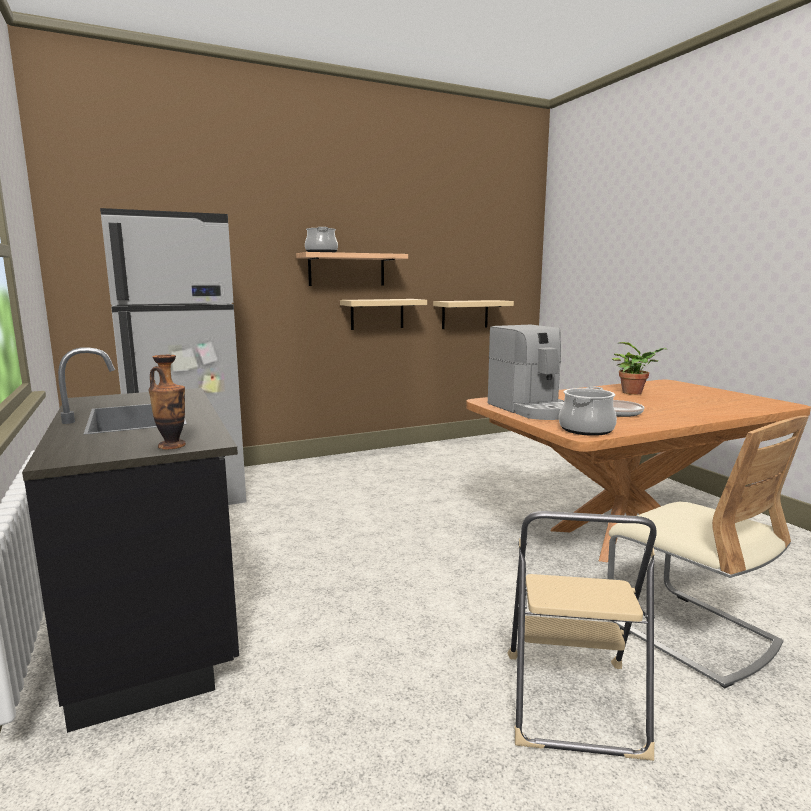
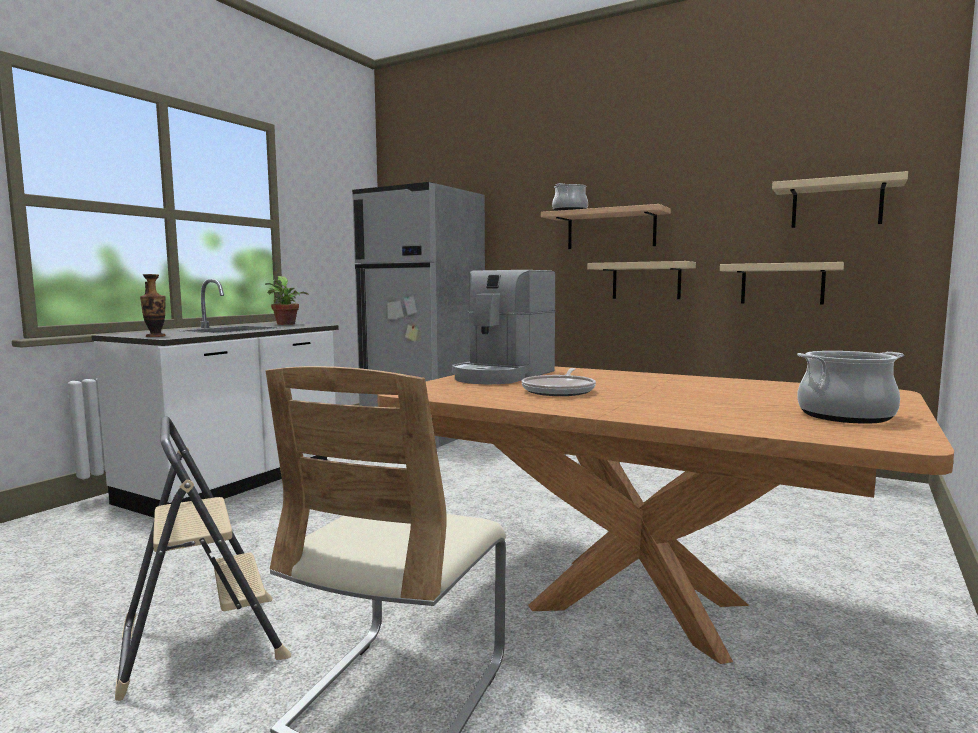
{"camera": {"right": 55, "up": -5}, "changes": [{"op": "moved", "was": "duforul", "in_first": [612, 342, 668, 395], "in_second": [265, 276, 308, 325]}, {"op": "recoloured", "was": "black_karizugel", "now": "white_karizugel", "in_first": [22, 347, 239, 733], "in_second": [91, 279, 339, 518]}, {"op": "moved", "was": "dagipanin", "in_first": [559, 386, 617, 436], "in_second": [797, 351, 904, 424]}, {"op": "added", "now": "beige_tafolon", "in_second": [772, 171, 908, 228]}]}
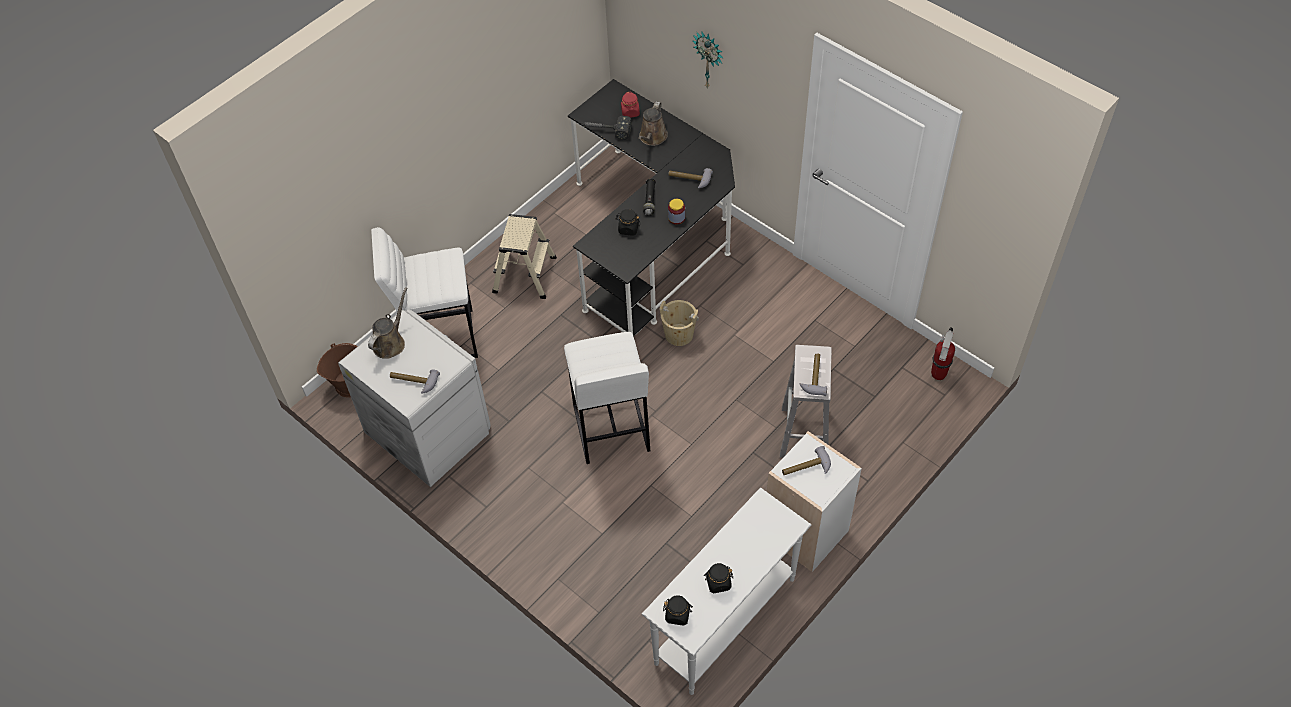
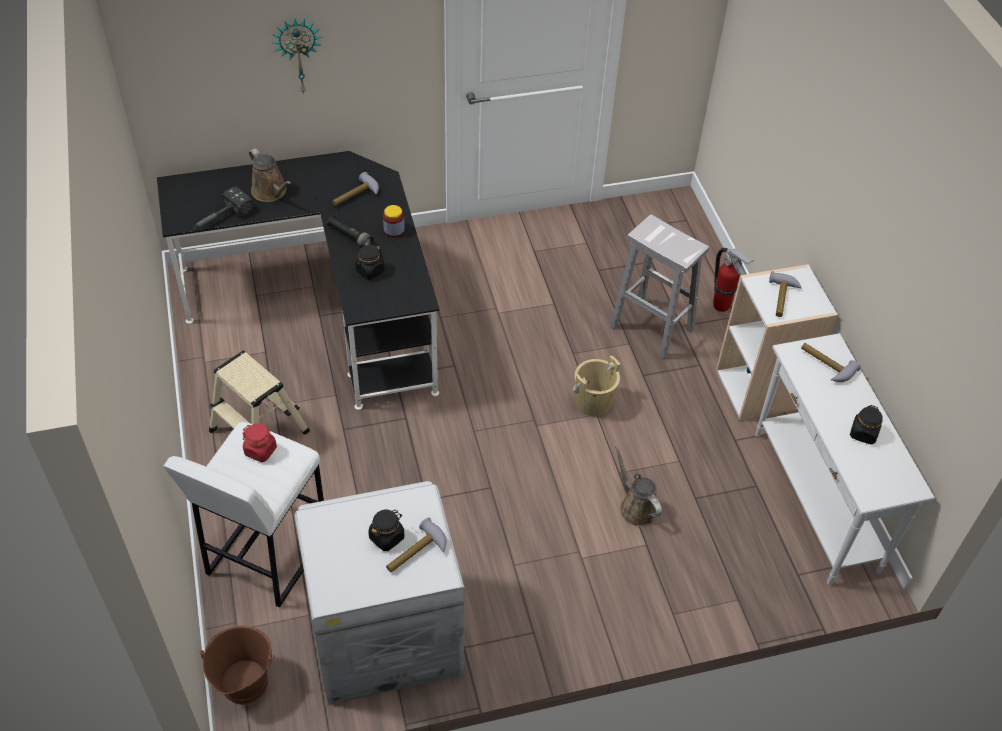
{"camera": {"right": -60, "up": -5}, "changes": [{"op": "moved", "was": "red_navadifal", "in_first": [621, 92, 640, 118], "in_second": [242, 424, 277, 462]}, {"op": "moved", "was": "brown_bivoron", "in_first": [368, 287, 407, 359], "in_second": [614, 442, 662, 527]}, {"op": "moved", "was": "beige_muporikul", "in_first": [660, 300, 699, 346], "in_second": [573, 355, 620, 416]}, {"op": "moved", "was": "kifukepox", "in_first": [931, 327, 955, 380], "in_second": [713, 248, 753, 312]}, {"op": "removed", "was": "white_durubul", "in_first": [564, 332, 650, 464]}, {"op": "moved", "was": "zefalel", "in_first": [799, 354, 827, 396], "in_second": [801, 343, 861, 382]}, {"op": "moved", "was": "black_navadifal", "in_first": [663, 595, 693, 626], "in_second": [368, 510, 404, 551]}]}
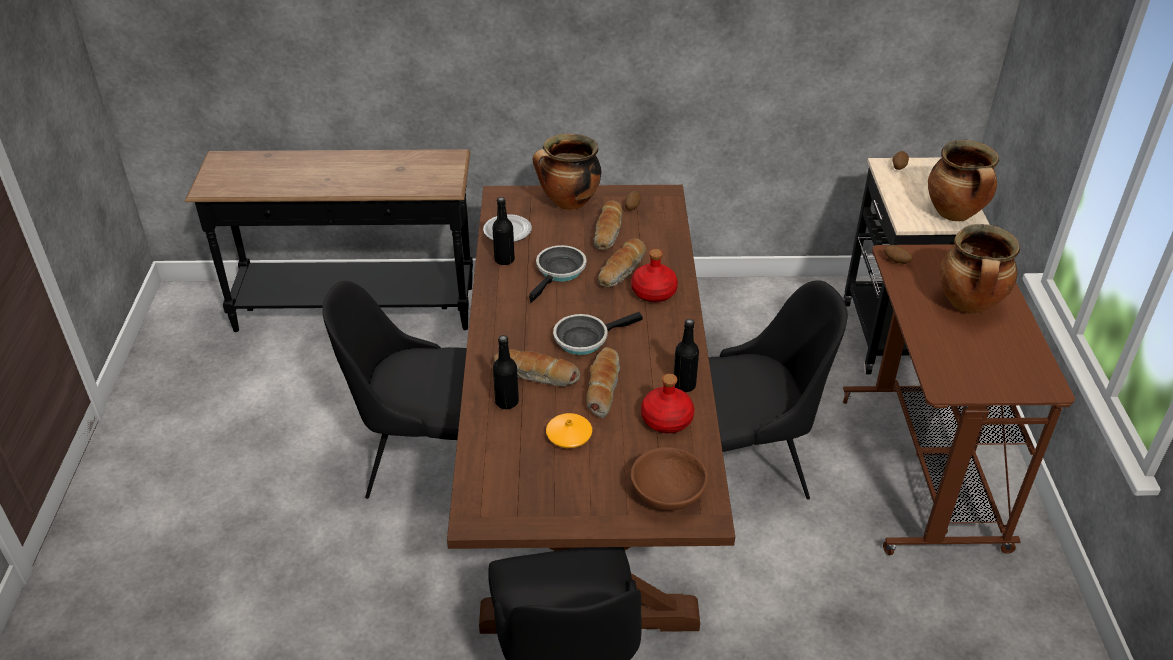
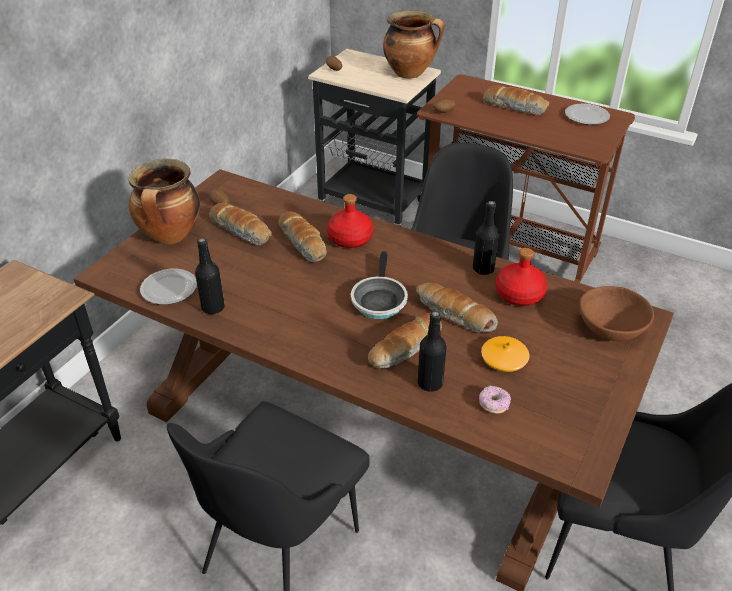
{"camera": {"right": -60, "up": 0}, "changes": [{"op": "replaced", "was": "dagipanin", "now": "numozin", "in_first": [940, 224, 1020, 314], "in_second": [483, 85, 549, 115]}, {"op": "removed", "was": "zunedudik", "in_first": [529, 245, 586, 303]}, {"op": "added", "now": "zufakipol", "in_second": [565, 103, 610, 125]}, {"op": "added", "now": "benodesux", "in_second": [479, 386, 511, 414]}]}
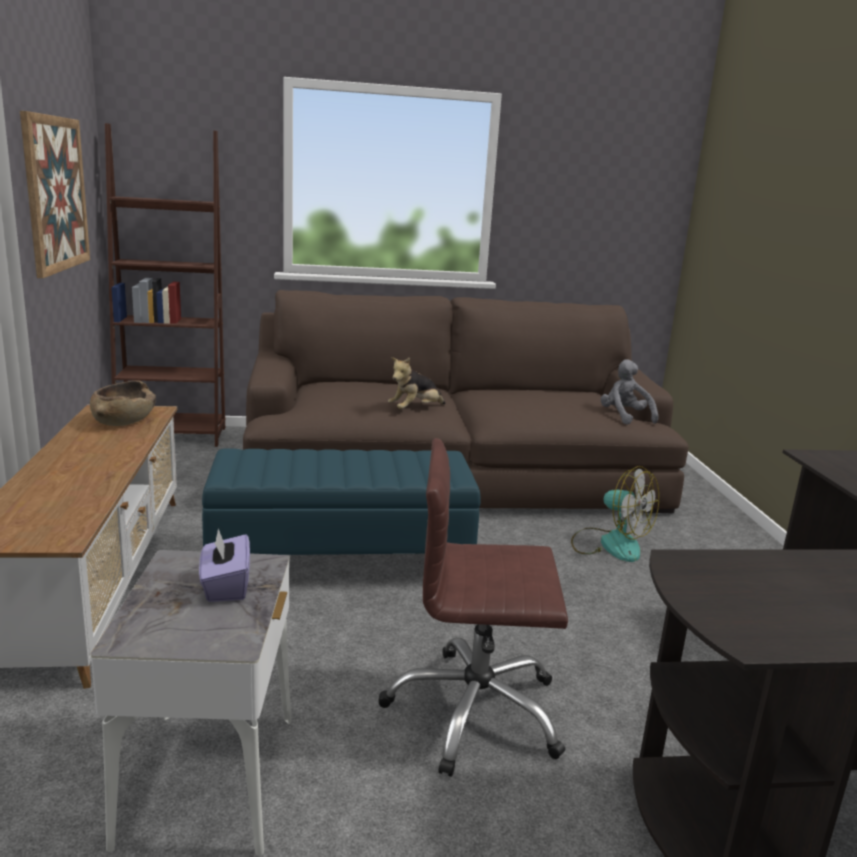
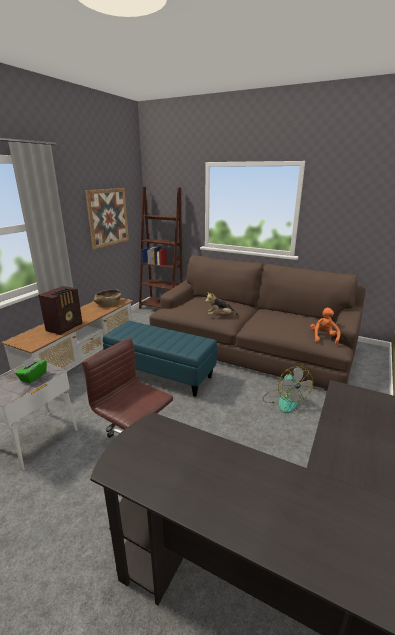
{"camera": {"right": 35, "up": 5}, "changes": [{"op": "recoloured", "was": "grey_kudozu", "now": "orange_kudozu", "in_first": [601, 359, 659, 425], "in_second": [310, 308, 340, 345]}, {"op": "recoloured", "was": "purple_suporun", "now": "green_suporun", "in_first": [199, 529, 250, 602], "in_second": [15, 357, 47, 383]}, {"op": "added", "now": "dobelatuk", "in_second": [39, 286, 82, 335]}]}
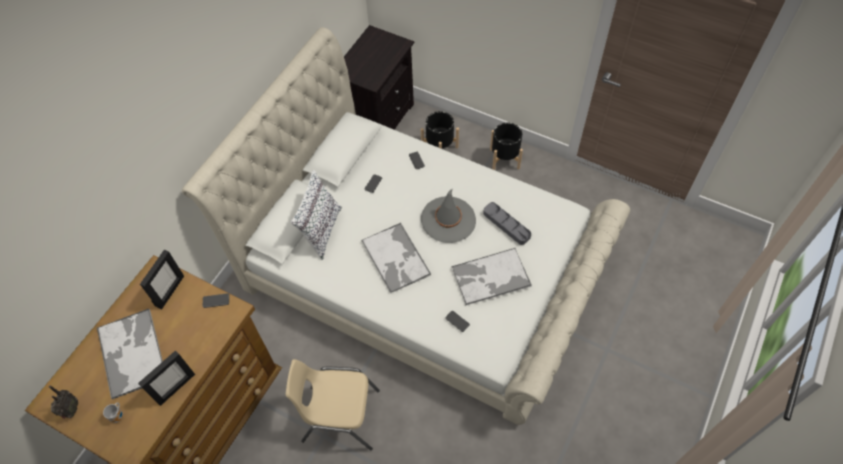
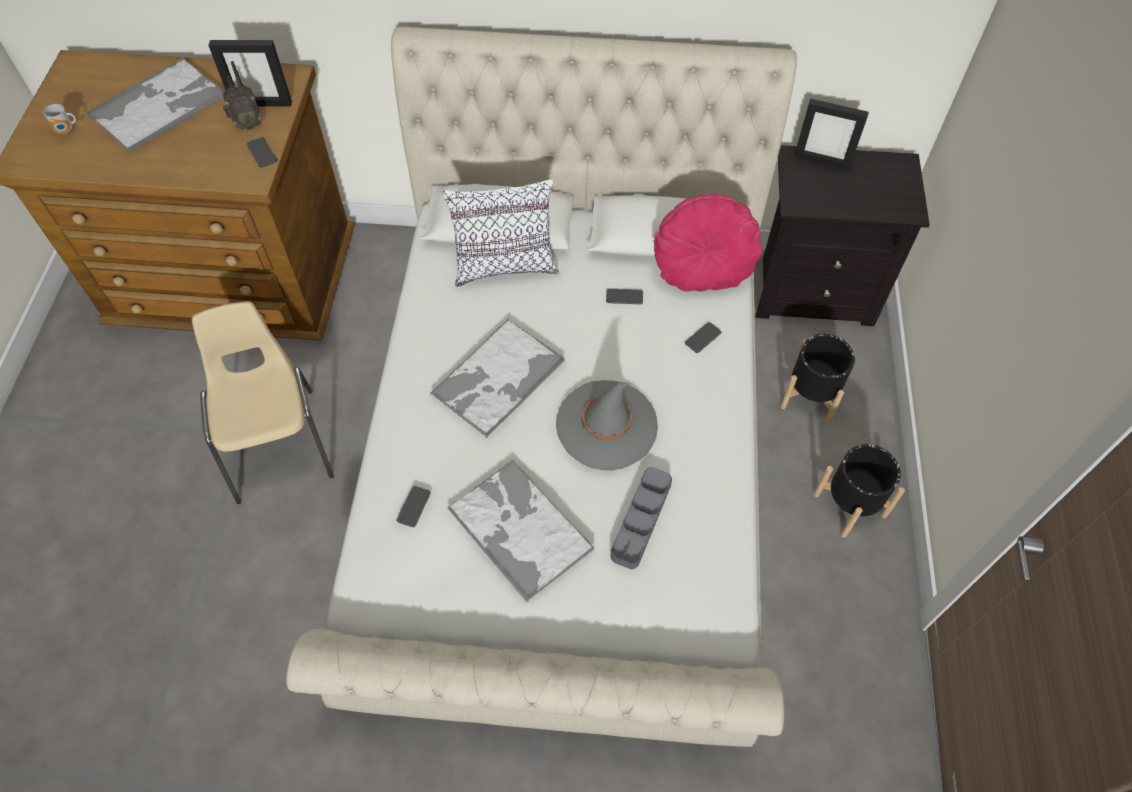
{"camera": {"right": 65, "up": 0}, "changes": [{"op": "moved", "was": "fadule", "in_first": [138, 350, 195, 406], "in_second": [794, 99, 869, 170]}, {"op": "moved", "was": "dobelatuk", "in_first": [49, 385, 78, 419], "in_second": [222, 61, 262, 130]}, {"op": "added", "now": "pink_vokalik", "in_second": [654, 194, 763, 292]}]}
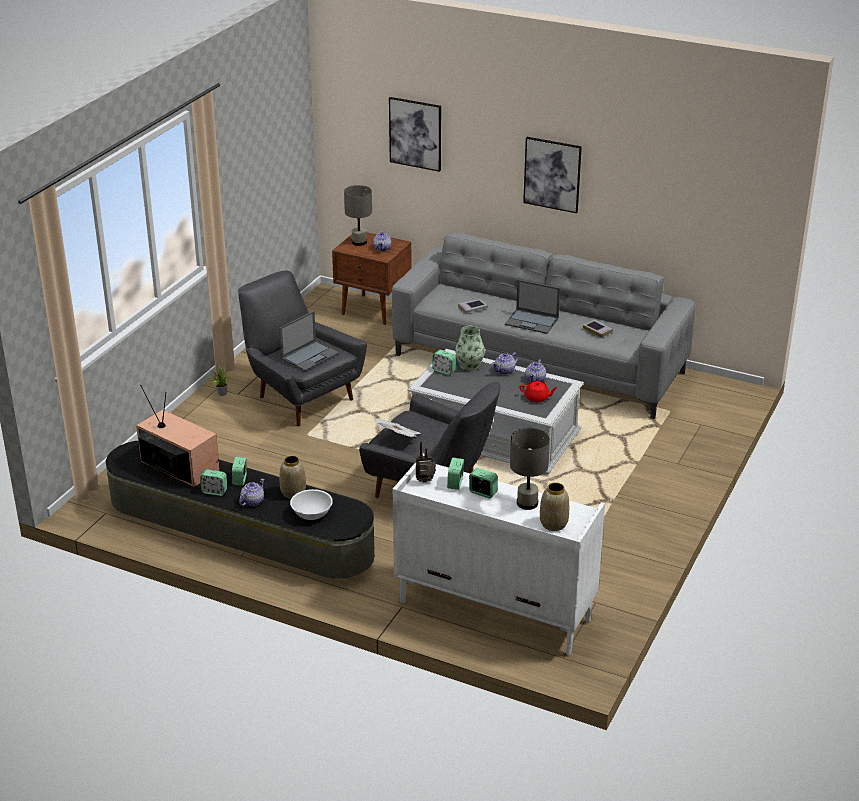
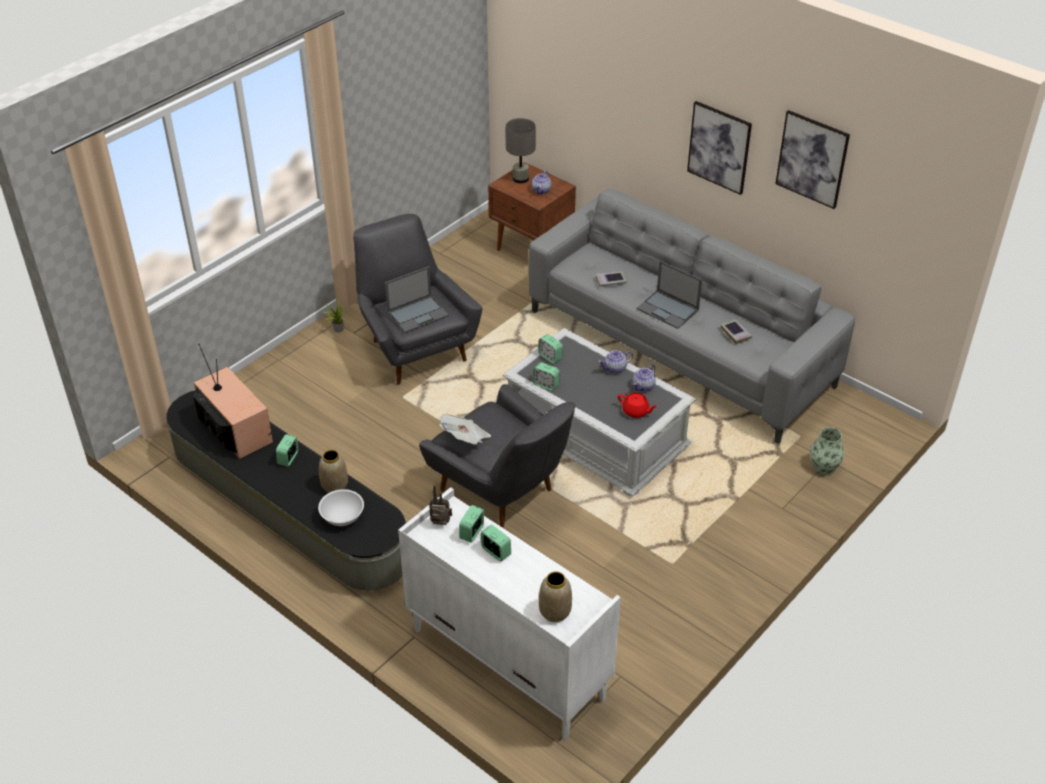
{"camera": {"right": 15, "up": 10}, "changes": [{"op": "moved", "was": "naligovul", "in_first": [389, 97, 441, 172], "in_second": [776, 110, 850, 209]}, {"op": "moved", "was": "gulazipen", "in_first": [455, 326, 485, 371], "in_second": [810, 427, 844, 475]}, {"op": "removed", "was": "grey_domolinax", "in_first": [510, 428, 550, 510]}, {"op": "moved", "was": "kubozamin", "in_first": [200, 470, 227, 496], "in_second": [533, 362, 560, 391]}, {"op": "removed", "was": "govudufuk", "in_first": [239, 479, 265, 506]}]}
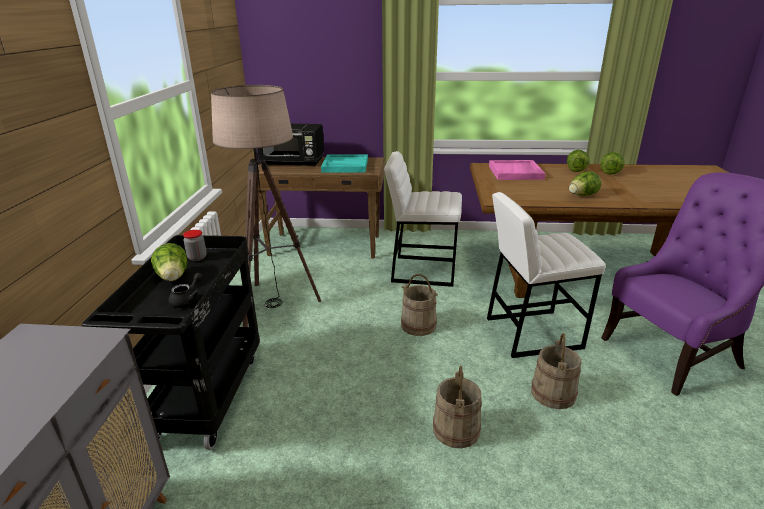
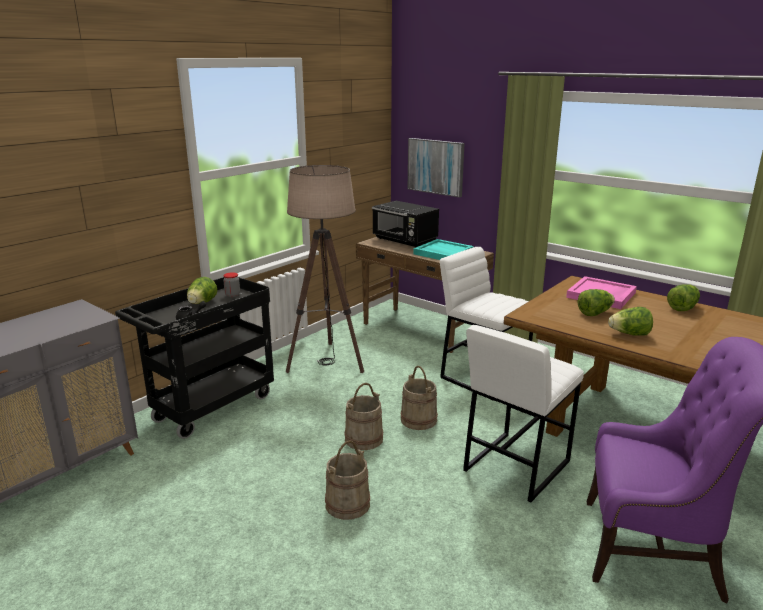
{"camera": {"right": 35, "up": -5}, "changes": [{"op": "moved", "was": "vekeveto", "in_first": [600, 152, 625, 175], "in_second": [578, 289, 615, 316]}, {"op": "turned", "was": "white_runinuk", "in_first": [487, 192, 605, 358], "in_second": [463, 325, 584, 502], "clockwise": -75}, {"op": "moved", "was": "beige_muporikul", "in_first": [531, 333, 581, 409], "in_second": [344, 383, 383, 450]}, {"op": "added", "now": "naligovul", "in_second": [408, 138, 465, 198]}]}
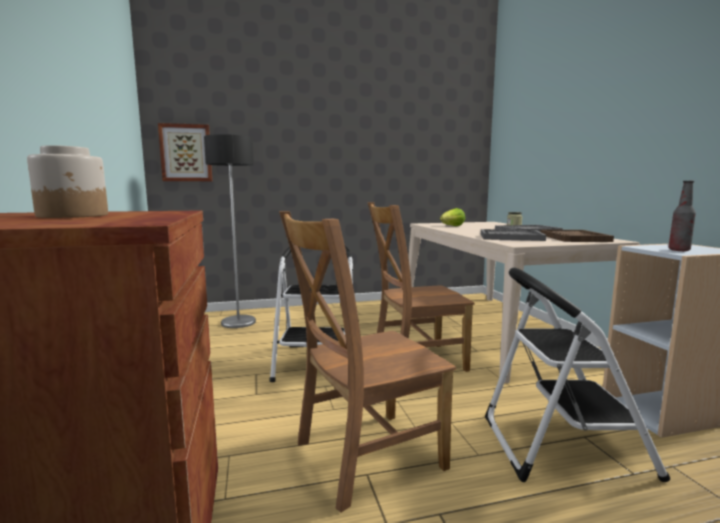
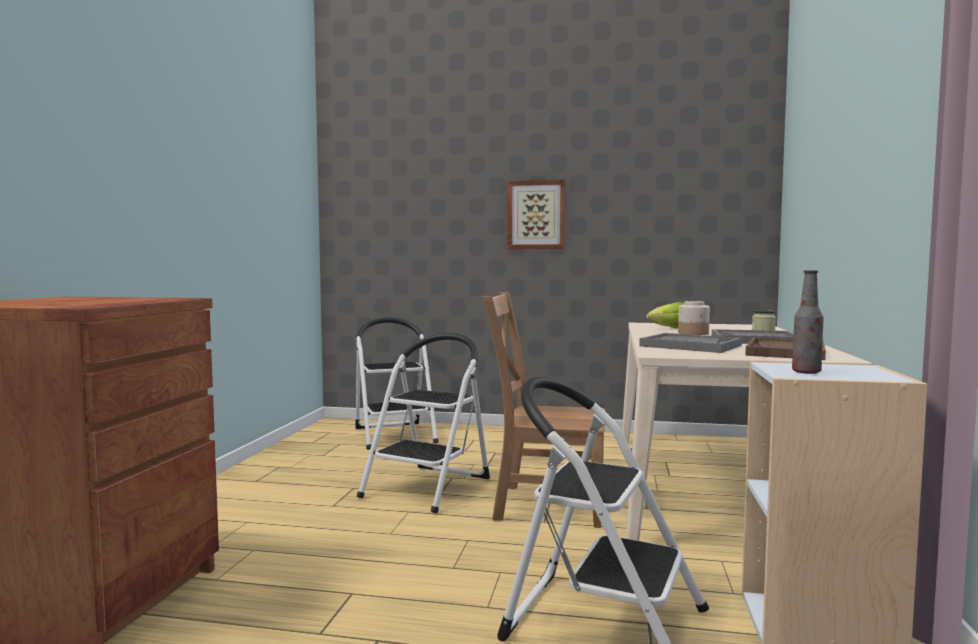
{"camera": {"right": 25, "up": -5}, "changes": [{"op": "moved", "was": "naligovul", "in_first": [158, 123, 212, 181], "in_second": [508, 180, 565, 249]}, {"op": "replaced", "was": "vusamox", "now": "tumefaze", "in_first": [204, 134, 256, 328], "in_second": [355, 317, 439, 450]}, {"op": "moved", "was": "navadifal", "in_first": [27, 145, 108, 218], "in_second": [678, 301, 710, 335]}, {"op": "removed", "was": "brown_runinuk", "in_first": [279, 211, 456, 512]}]}
